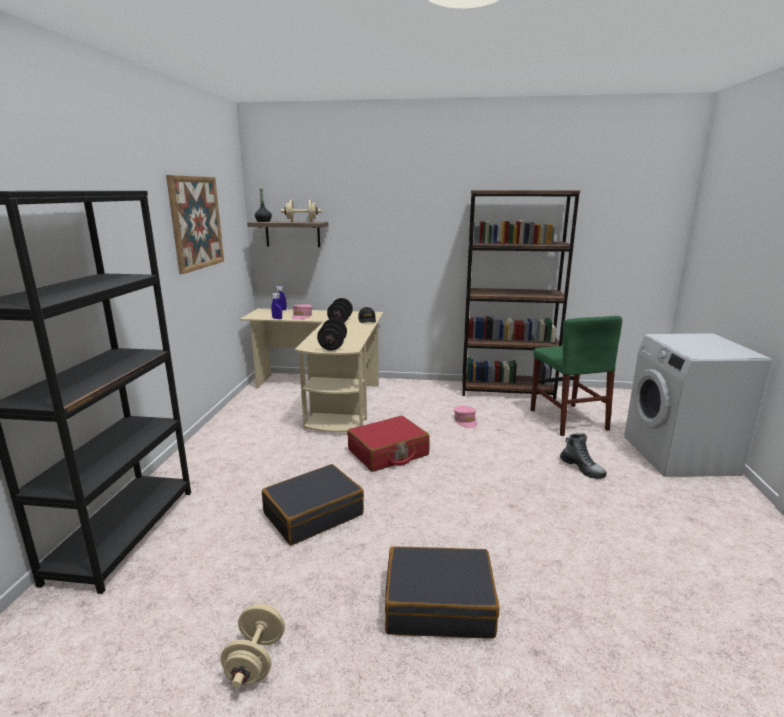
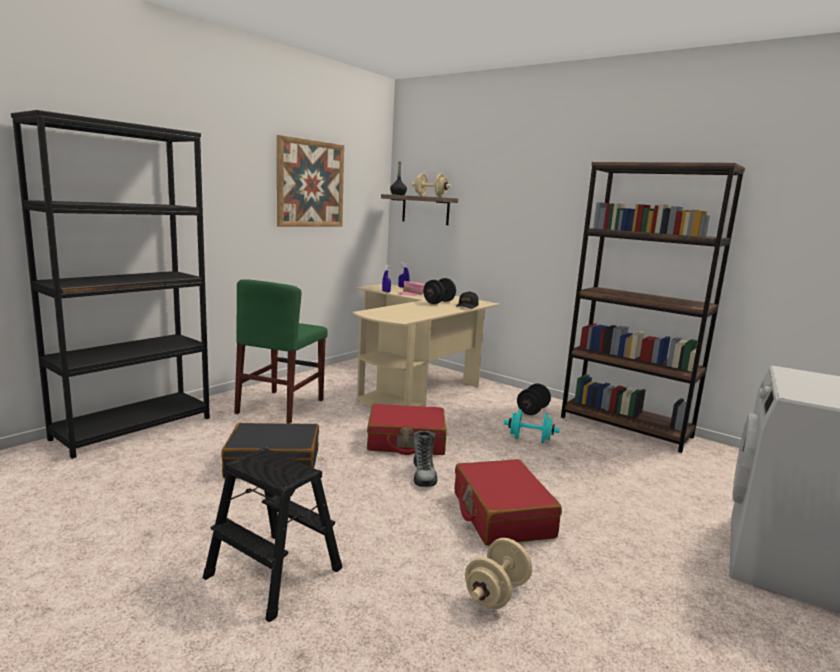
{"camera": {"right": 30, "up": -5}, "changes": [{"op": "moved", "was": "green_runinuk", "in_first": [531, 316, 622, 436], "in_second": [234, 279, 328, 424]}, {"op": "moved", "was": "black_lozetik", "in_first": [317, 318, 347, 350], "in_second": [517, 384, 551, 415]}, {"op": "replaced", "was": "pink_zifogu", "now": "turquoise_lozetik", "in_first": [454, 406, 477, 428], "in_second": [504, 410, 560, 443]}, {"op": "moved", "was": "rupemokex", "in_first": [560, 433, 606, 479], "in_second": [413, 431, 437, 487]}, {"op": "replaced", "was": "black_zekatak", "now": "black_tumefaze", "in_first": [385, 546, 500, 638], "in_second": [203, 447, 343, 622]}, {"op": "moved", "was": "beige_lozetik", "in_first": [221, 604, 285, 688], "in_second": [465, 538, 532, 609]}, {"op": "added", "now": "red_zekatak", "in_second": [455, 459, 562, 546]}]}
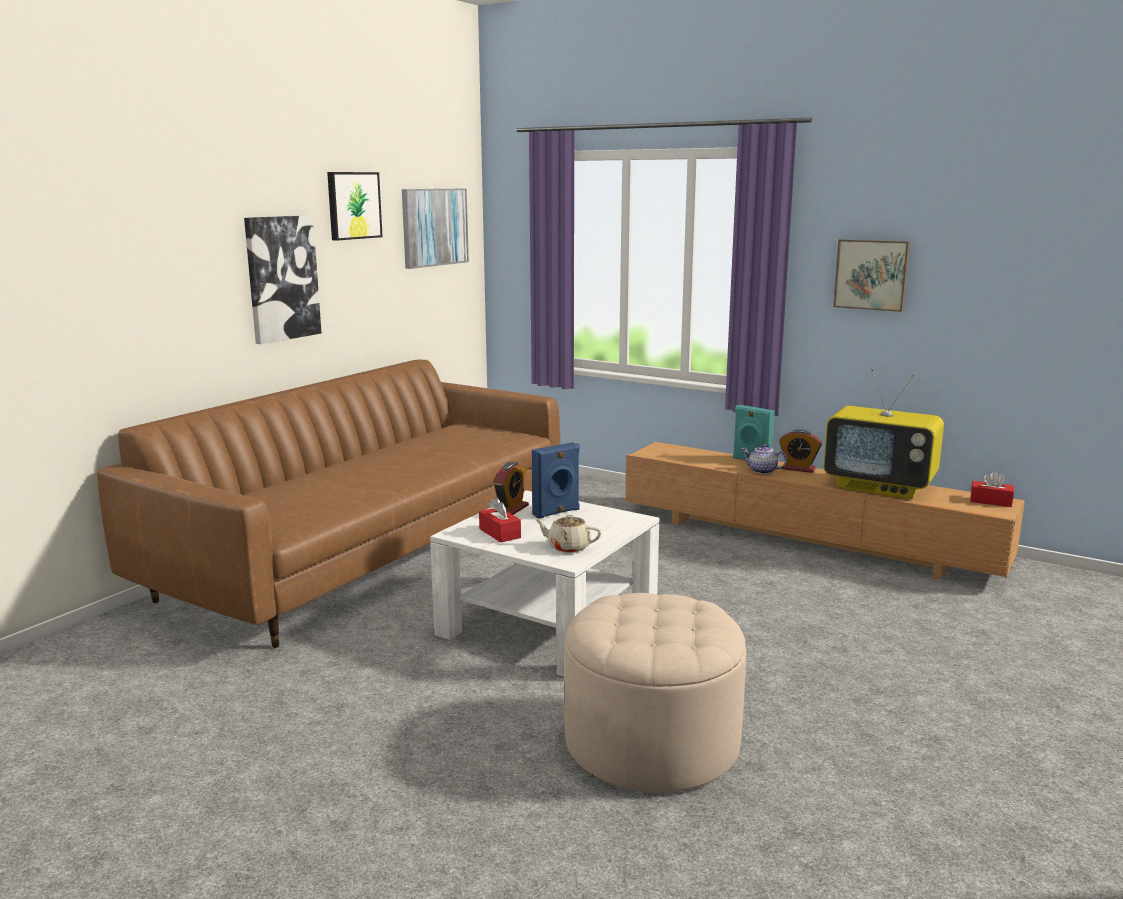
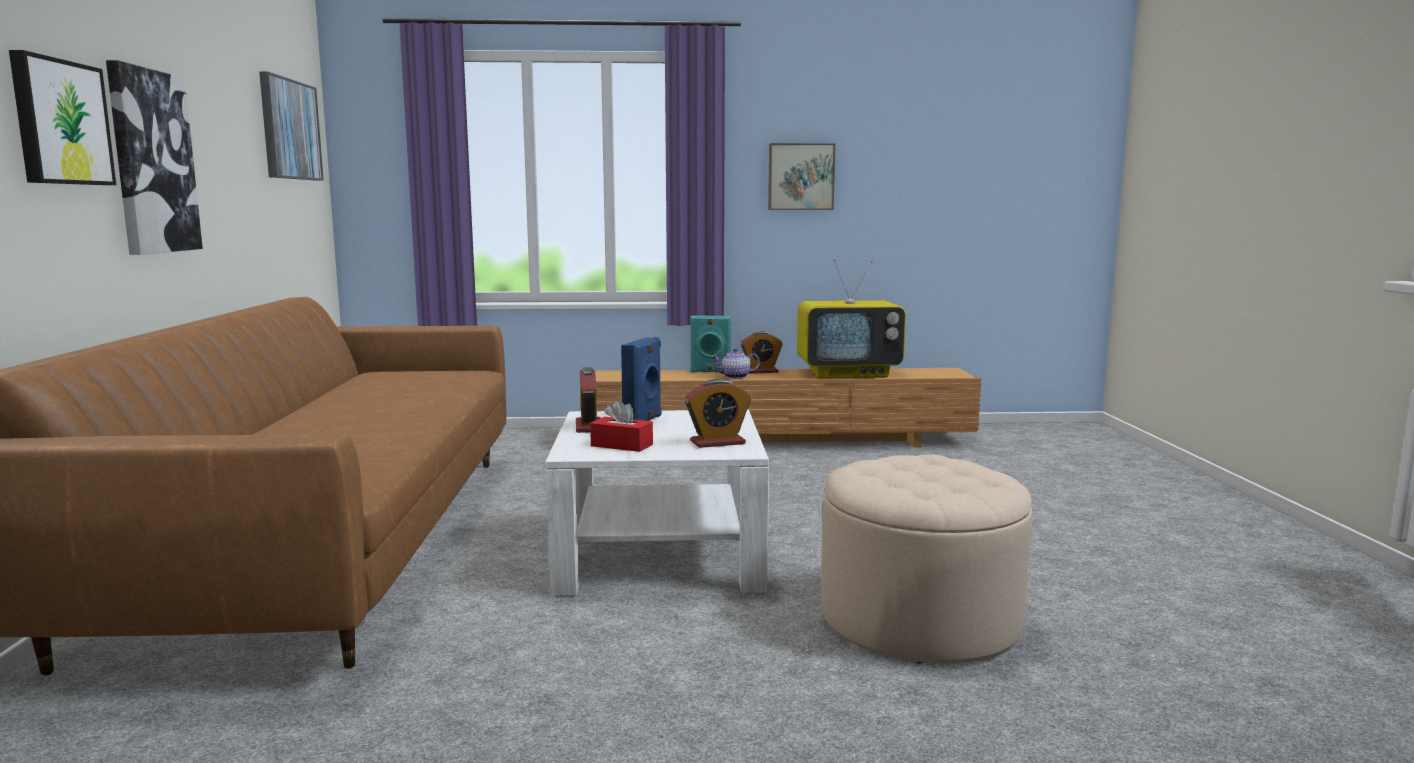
{"camera": {"right": -35, "up": -5}, "changes": [{"op": "moved", "was": "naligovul", "in_first": [327, 172, 383, 240], "in_second": [9, 50, 116, 185]}, {"op": "removed", "was": "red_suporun", "in_first": [970, 471, 1014, 507]}, {"op": "replaced", "was": "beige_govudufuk", "now": "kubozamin", "in_first": [534, 514, 602, 553], "in_second": [685, 379, 751, 448]}]}
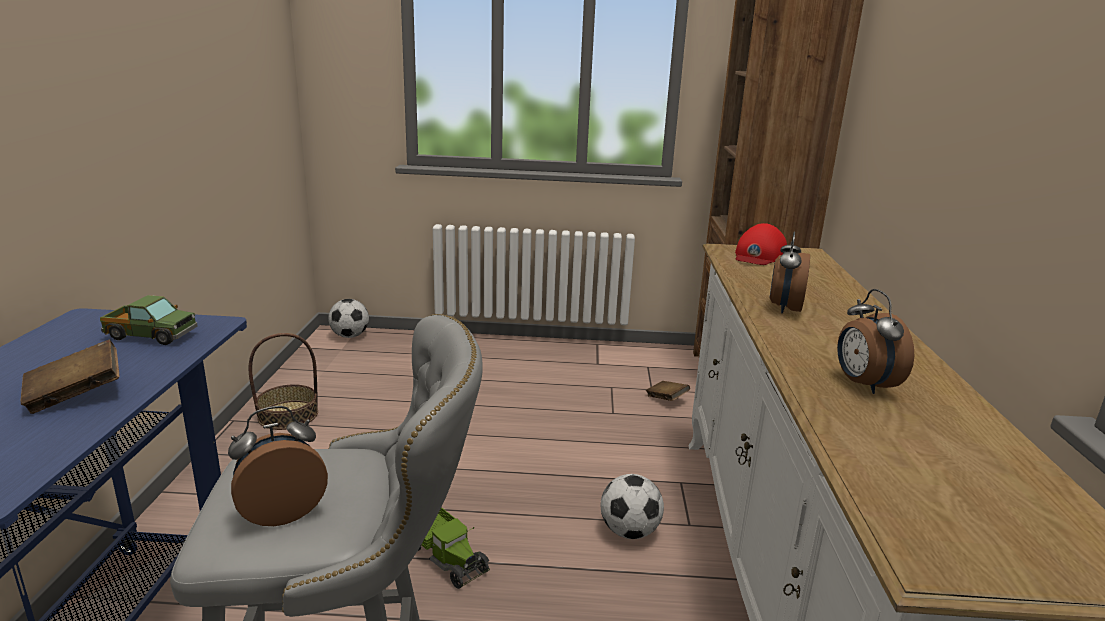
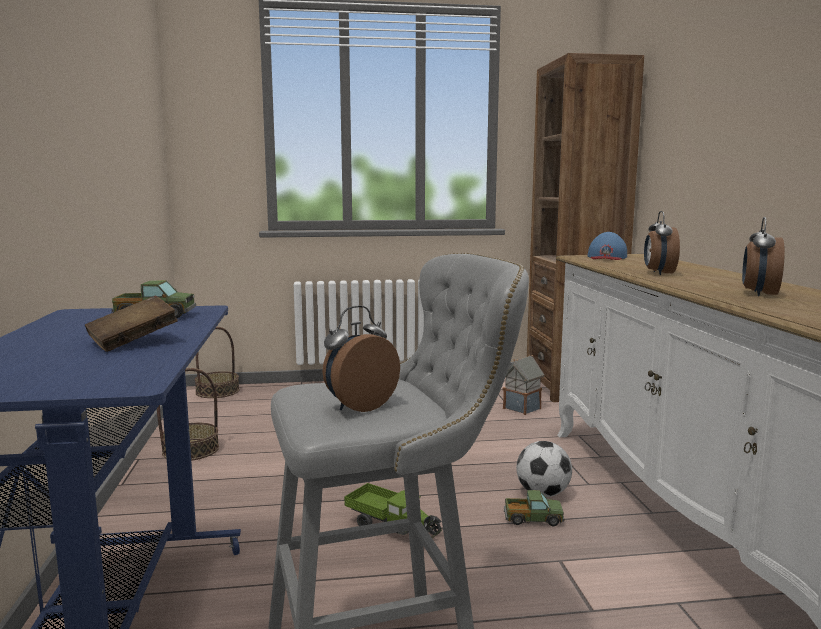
{"camera": {"right": -10, "up": -10}, "changes": [{"op": "recoloured", "was": "red_zifogu", "now": "blue_zifogu", "in_first": [735, 223, 787, 265], "in_second": [588, 232, 627, 260]}, {"op": "turned", "was": "kubozamin", "in_first": [837, 289, 914, 394], "in_second": [742, 217, 785, 296], "clockwise": 45}, {"op": "replaced", "was": "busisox", "now": "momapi", "in_first": [328, 299, 369, 338], "in_second": [195, 327, 240, 398]}, {"op": "replaced", "was": "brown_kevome", "now": "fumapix", "in_first": [646, 381, 690, 401], "in_second": [503, 355, 545, 415]}, {"op": "added", "now": "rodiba", "in_second": [504, 490, 564, 526]}]}
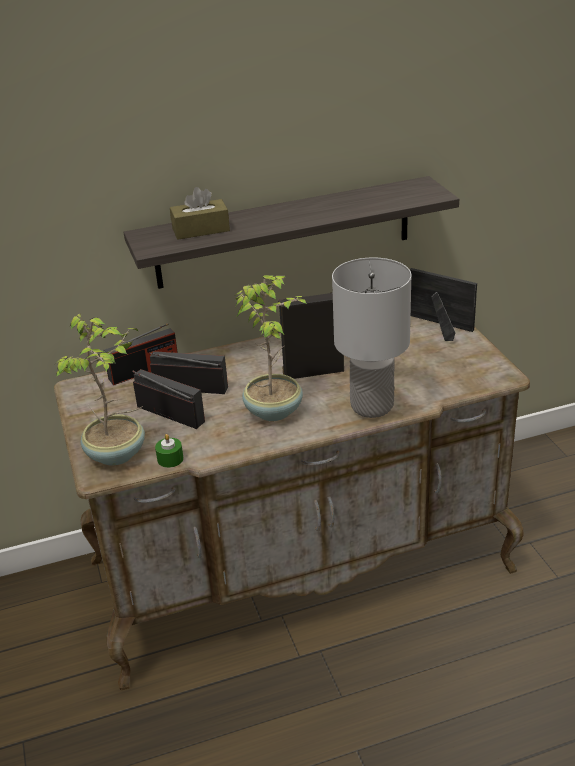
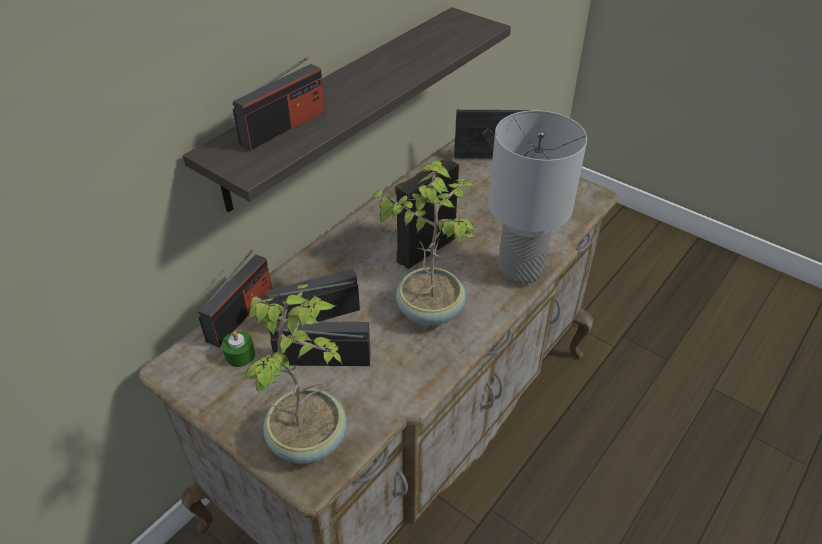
{"camera": {"right": -35, "up": 10}, "changes": [{"op": "replaced", "was": "brown_suporun", "now": "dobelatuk", "in_first": [170, 187, 230, 240], "in_second": [233, 57, 325, 151]}, {"op": "moved", "was": "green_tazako", "in_first": [155, 434, 184, 468], "in_second": [222, 331, 255, 367]}]}
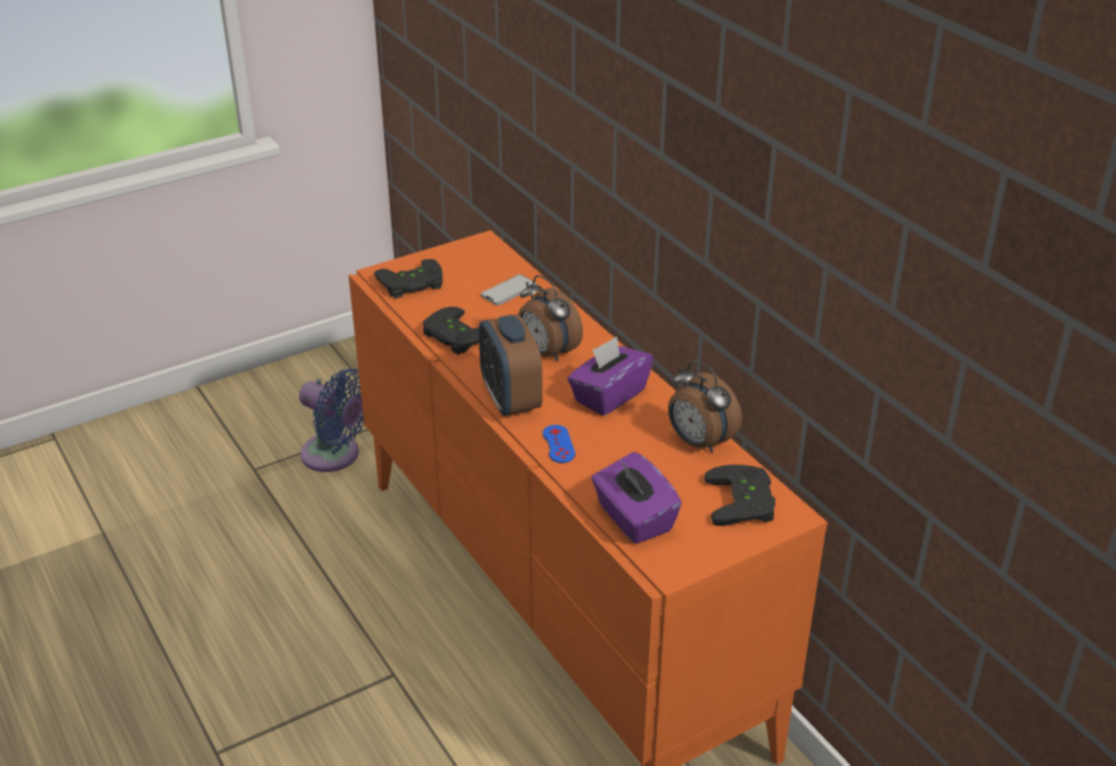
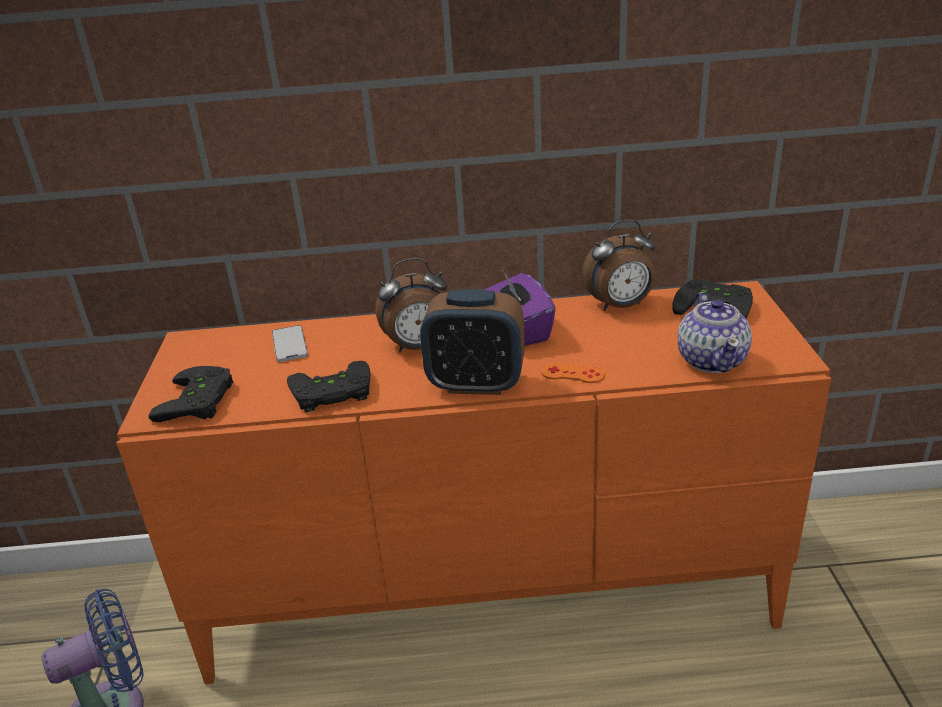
{"camera": {"right": -60, "up": -5}, "changes": [{"op": "recoloured", "was": "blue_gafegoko", "now": "orange_gafegoko", "in_first": [543, 425, 575, 463], "in_second": [541, 363, 605, 383]}, {"op": "replaced", "was": "purple_suporun", "now": "govudufuk", "in_first": [591, 452, 682, 544], "in_second": [678, 292, 752, 373]}]}
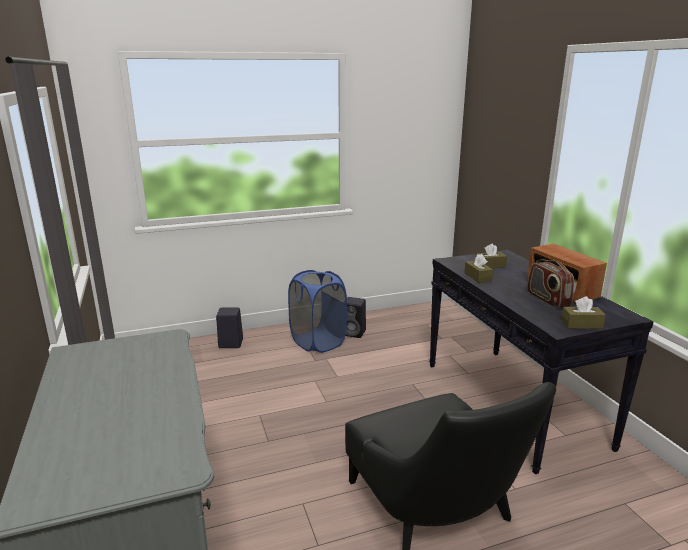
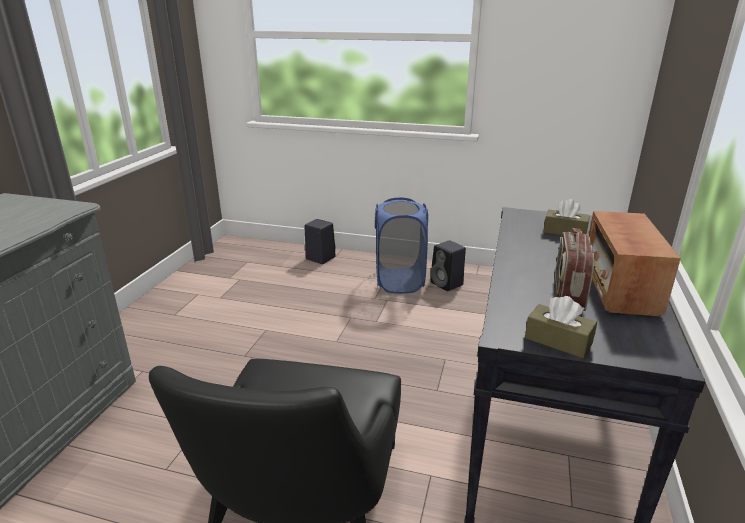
{"camera": {"right": 35, "up": 5}, "changes": [{"op": "removed", "was": "brown_suporun", "in_first": [464, 254, 493, 283]}]}
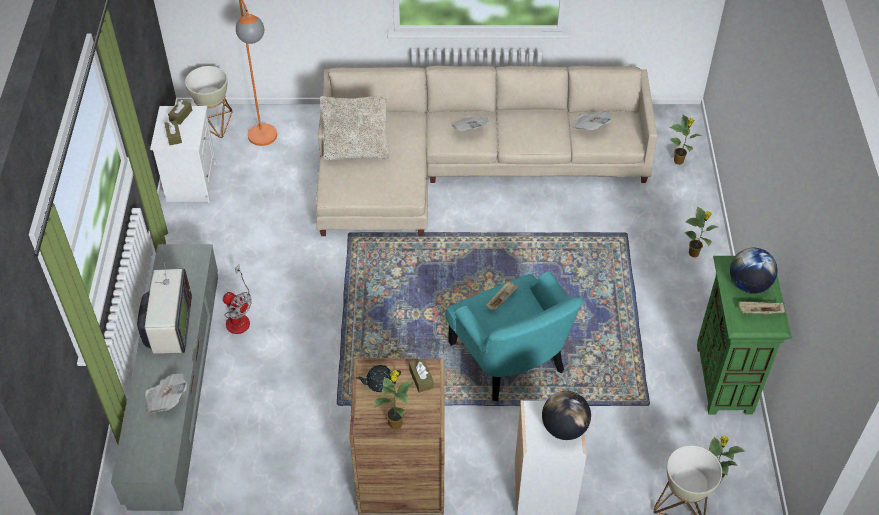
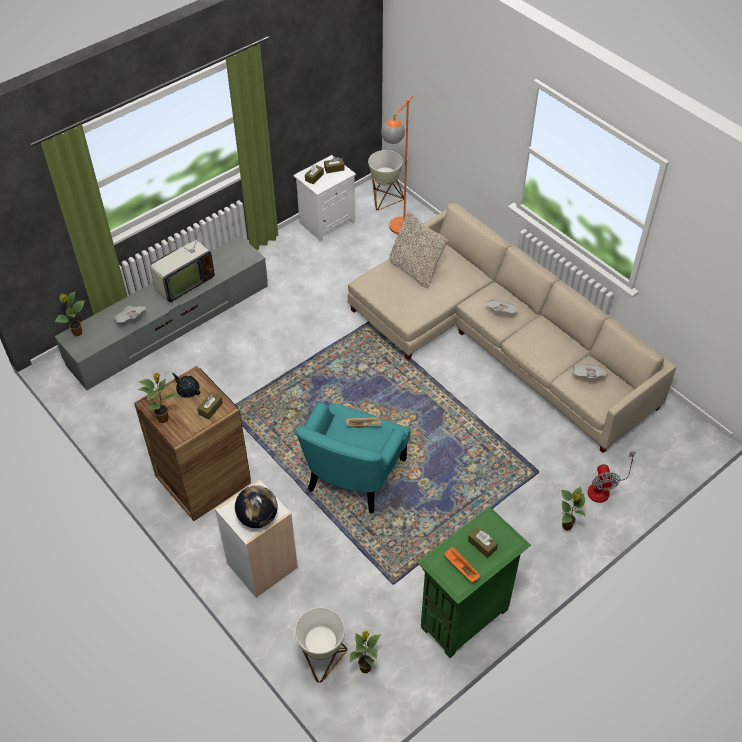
{"camera": {"right": 50, "up": 0}, "changes": [{"op": "moved", "was": "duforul", "in_first": [670, 115, 701, 165], "in_second": [54, 291, 85, 336]}, {"op": "replaced", "was": "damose", "now": "brown_suporun", "in_first": [730, 248, 777, 294], "in_second": [468, 527, 498, 558]}, {"op": "moved", "was": "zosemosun", "in_first": [223, 265, 252, 334], "in_second": [587, 452, 636, 503]}, {"op": "recoloured", "was": "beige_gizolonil", "now": "orange_gizolonil", "in_first": [739, 302, 785, 315], "in_second": [444, 546, 481, 582]}]}
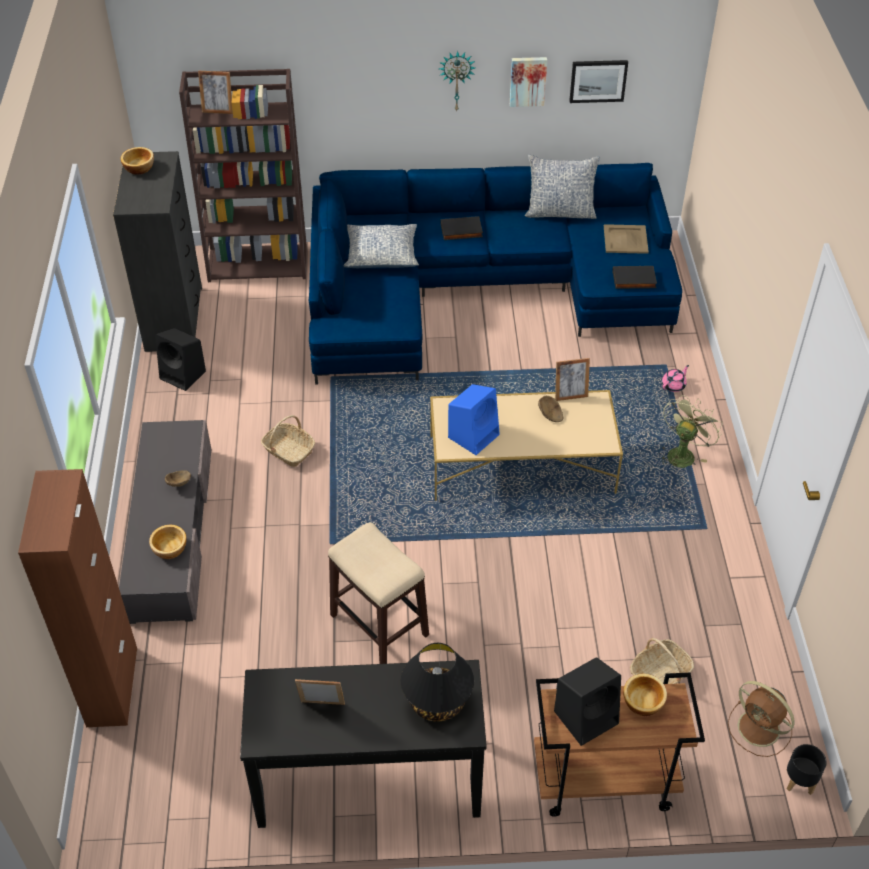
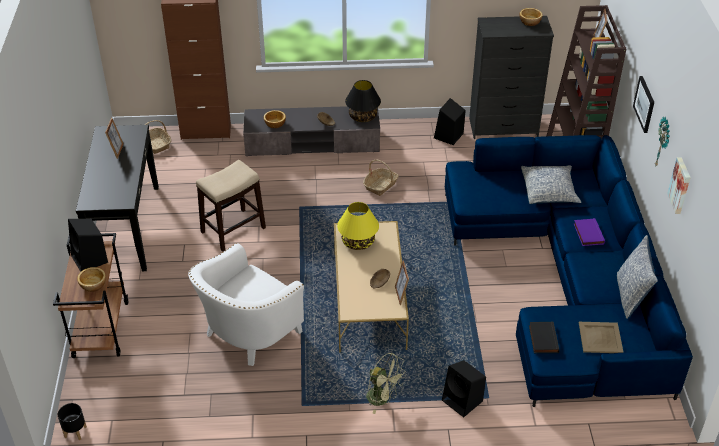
{"camera": {"right": 90, "up": -5}, "changes": [{"op": "moved", "was": "naligovul", "in_first": [569, 60, 628, 103], "in_second": [633, 76, 654, 133]}, {"op": "recoloured", "was": "black_kevome", "now": "purple_kevome", "in_first": [440, 216, 483, 240], "in_second": [573, 218, 605, 246]}, {"op": "replaced", "was": "pink_govudufuk", "now": "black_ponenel", "in_first": [662, 365, 689, 392], "in_second": [442, 360, 486, 417]}, {"op": "replaced", "was": "blue_ponenel", "now": "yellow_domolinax", "in_first": [448, 384, 500, 455], "in_second": [337, 202, 379, 250]}, {"op": "moved", "was": "momapi", "in_first": [630, 638, 694, 684], "in_second": [145, 120, 171, 154]}, {"op": "moved", "was": "black_domolinax", "in_first": [401, 643, 474, 722], "in_second": [345, 80, 381, 122]}, {"op": "removed", "was": "brown_zosemosun", "in_first": [728, 681, 795, 757]}, {"op": "added", "now": "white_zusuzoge", "in_second": [188, 243, 304, 366]}]}
